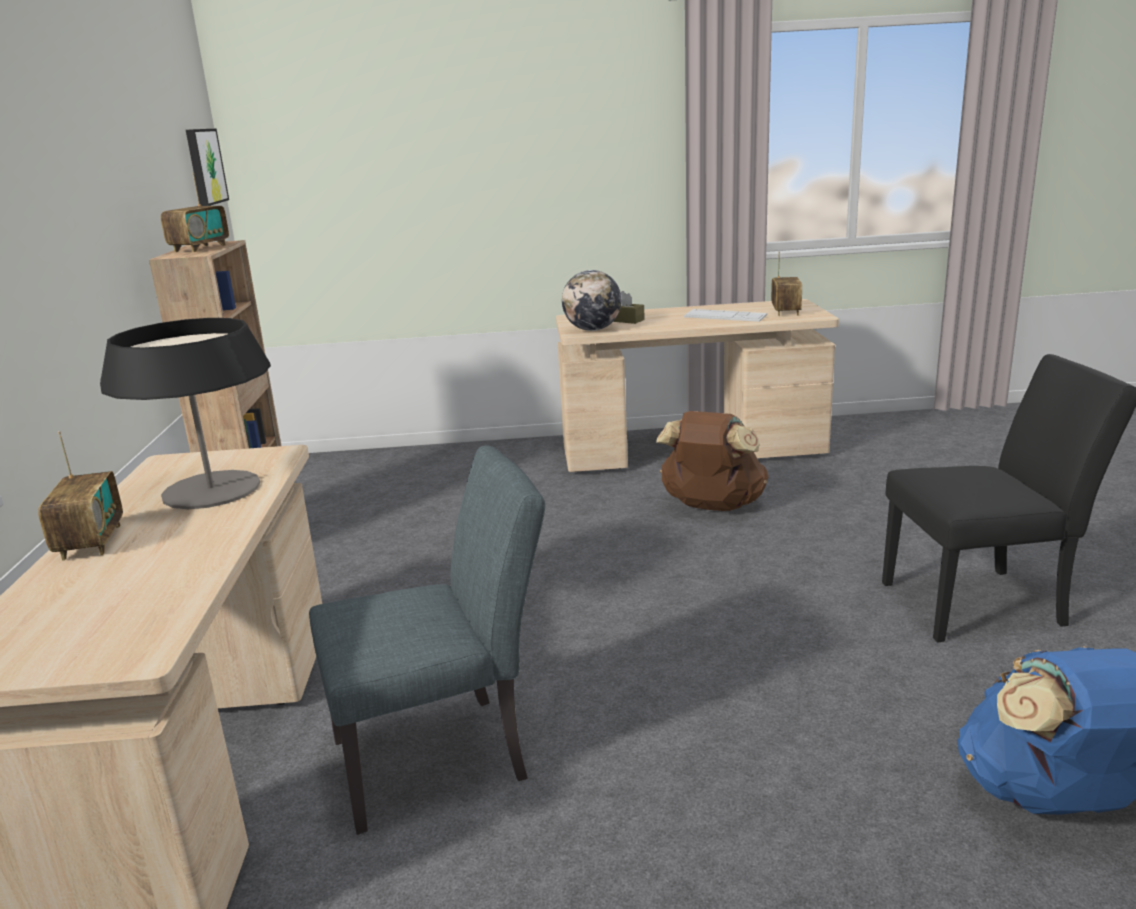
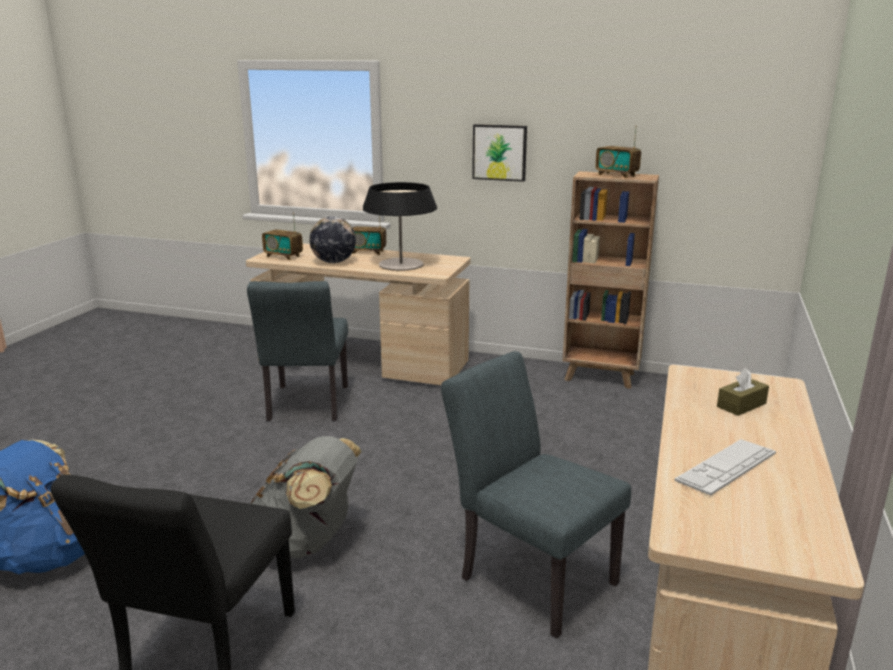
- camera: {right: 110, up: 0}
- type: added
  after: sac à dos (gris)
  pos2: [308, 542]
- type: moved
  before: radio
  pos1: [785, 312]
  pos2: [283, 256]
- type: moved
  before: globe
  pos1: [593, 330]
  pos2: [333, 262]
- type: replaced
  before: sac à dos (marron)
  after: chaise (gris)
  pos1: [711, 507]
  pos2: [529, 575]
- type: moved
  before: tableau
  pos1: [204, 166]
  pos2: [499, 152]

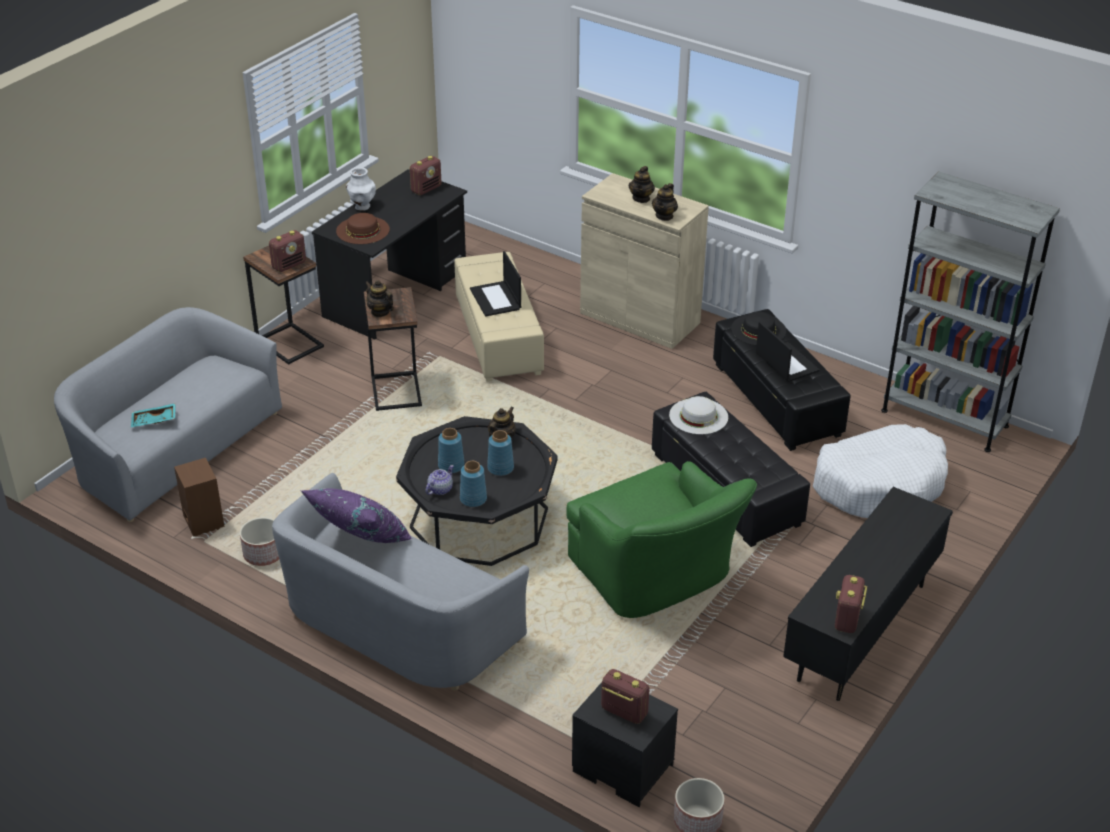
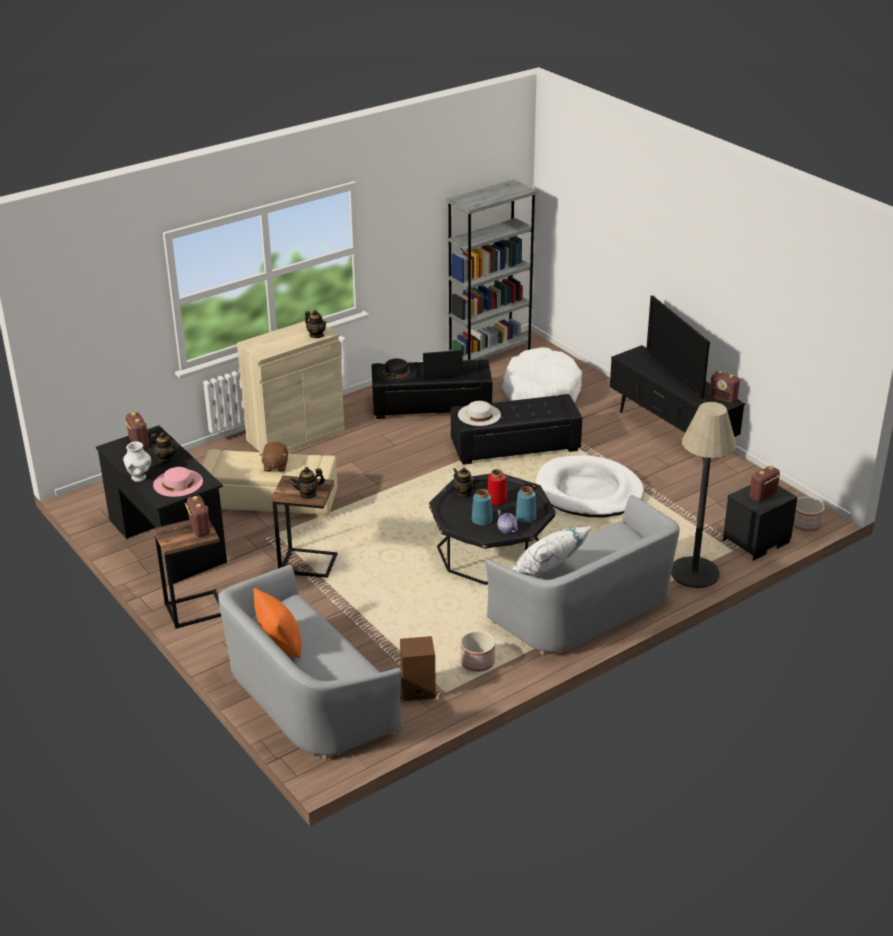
- camera: {right: -70, up: -5}
- type: moved
  before: théière
  pos1: [641, 198]
  pos2: [165, 459]
- type: recoloured
  before: chapeau (marron)
  after: chapeau (rose)
  pos1: [362, 230]
  pos2: [178, 483]
- type: added
  after: coussin (orange)
  pos2: [280, 643]
- type: replaced
  before: ordinateur portable
  after: peluche (marron)
  pos1: [496, 299]
  pos2: [275, 466]
- type: recoloured
  before: vase (bleu)
  after: vase (rouge)
  pos1: [500, 468]
  pos2: [496, 500]
- type: recoloured
  before: coussin (violet)
  after: coussin (blanc)
  pos1: [359, 541]
  pos2: [549, 573]
- type: replaced
  before: fauteuil (vert)
  after: panier pour chien (blanc)
  pos1: [656, 577]
  pos2: [589, 492]
- type: added
  after: téléviseur
  pos2: [675, 378]
- type: added
  after: lampadaire
  pos2: [694, 573]
- type: removed
  before: plateau (turquoise)
  pos1: [154, 421]

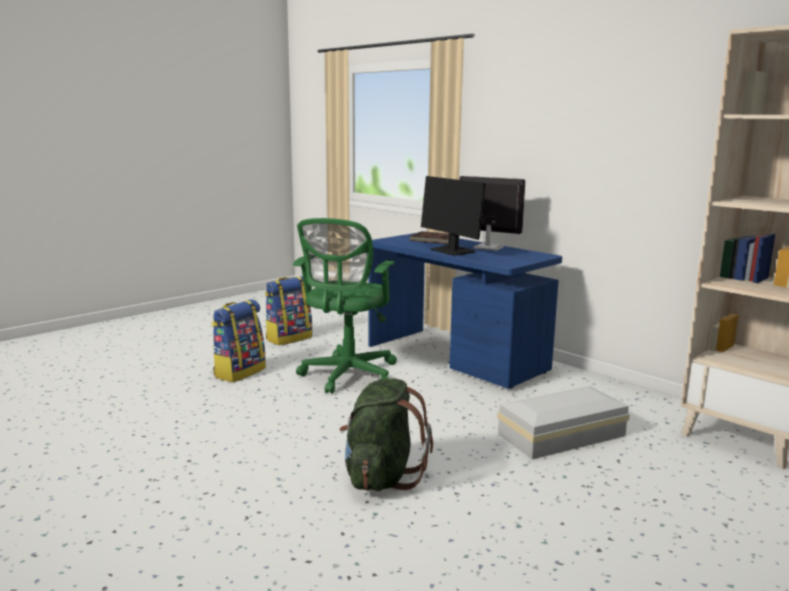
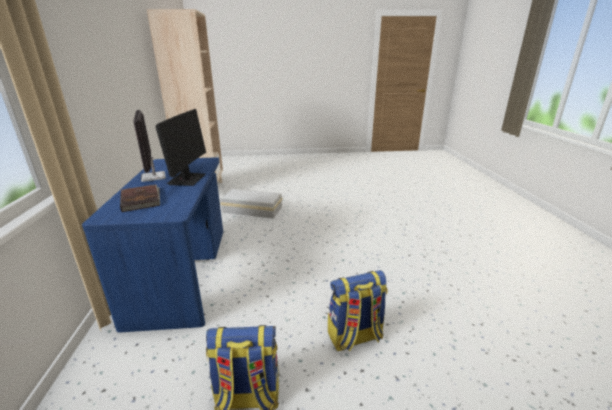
- camera: {right: -140, up: 10}
- type: removed
  before: chaise de bureau (vert)
  pos1: [347, 376]
- type: removed
  before: sac à dos (vert)
  pos1: [381, 477]

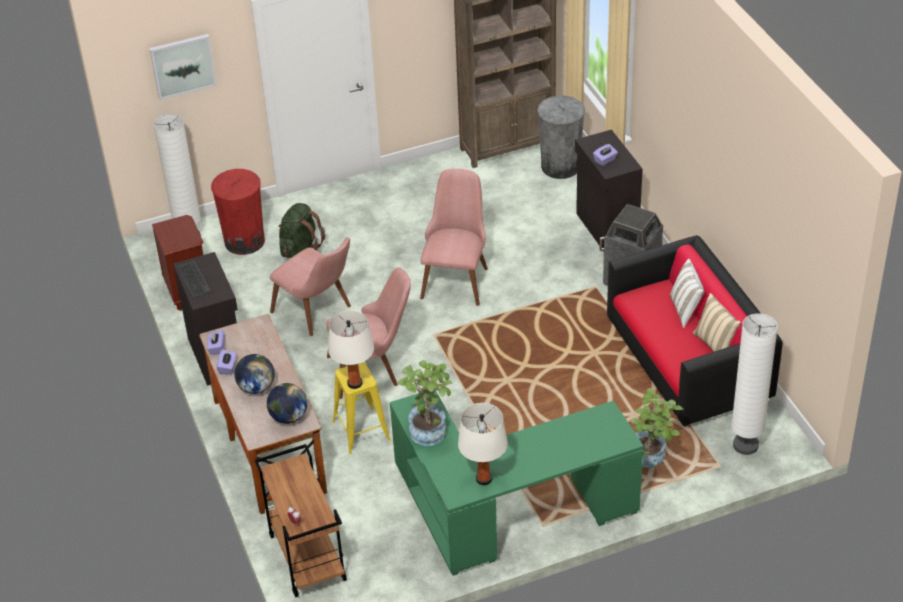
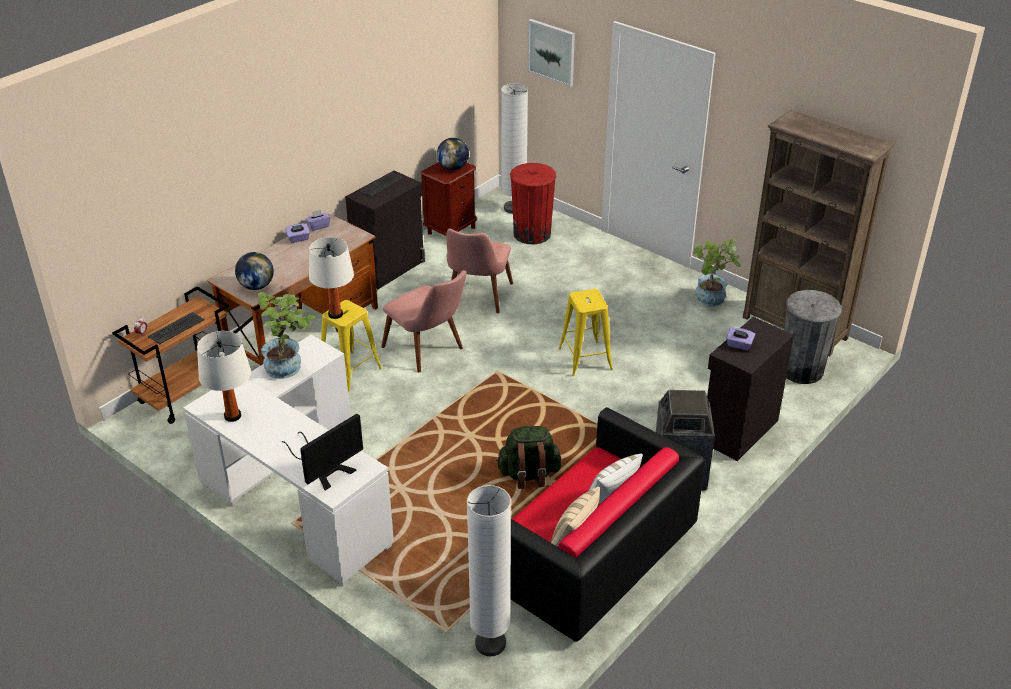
- camera: {right: 60, up: -5}
- type: added
  after: clavier
  pos2: [176, 328]
- type: recoloured
  before: bureau (vert)
  after: bureau (blanc)
  pos1: [506, 513]
  pos2: [296, 492]
- type: added
  after: écran d'ordinateur
  pos2: [325, 468]
- type: moved
  before: globe
  pos1: [256, 387]
  pos2: [453, 168]
- type: moved
  before: sac à dos (vert)
  pos1: [300, 248]
  pos2: [529, 475]
- type: replaced
  before: chaise (rose)
  after: tabouret (jaune)
  pos1: [456, 276]
  pos2: [585, 358]
- type: moved
  before: plante en pot
  pos1: [652, 459]
  pos2: [710, 301]

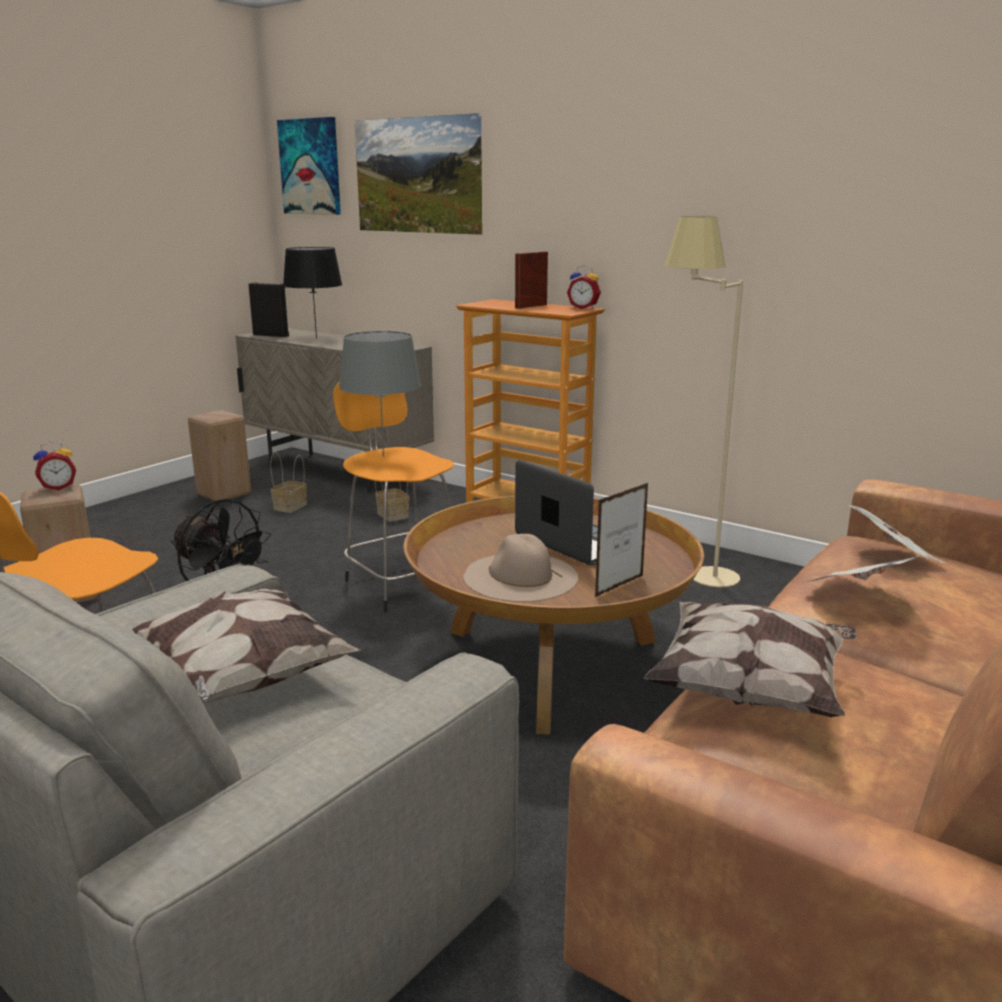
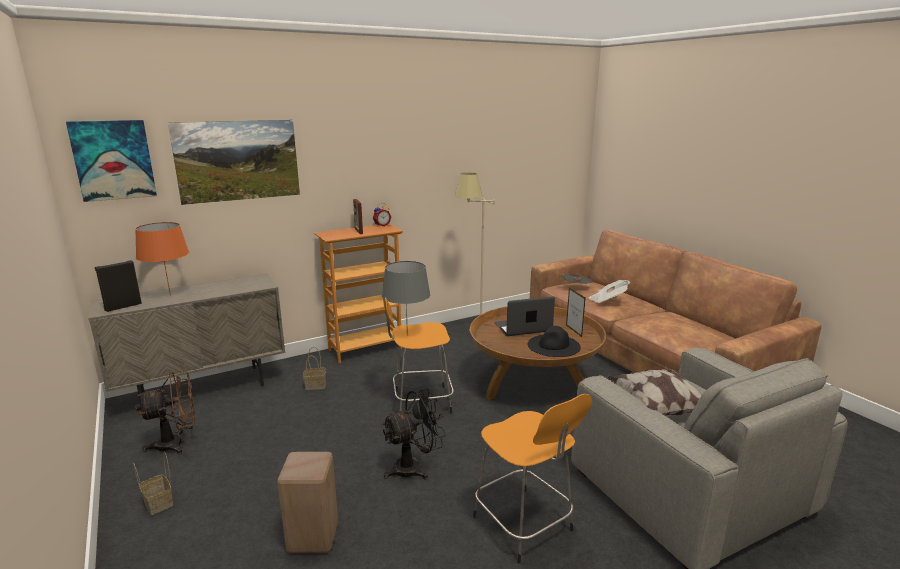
- camera: {right: -65, up: 0}
- type: moved
  before: panier
  pos1: [290, 507]
  pos2: [159, 503]
- type: recoloured
  before: lampe de table (noir)
  after: lampe de table (orange)
  pos1: [316, 338]
  pos2: [170, 295]
- type: replaced
  before: tabouret (beige)
  after: ventilateur (marron)
  pos1: [224, 494]
  pos2: [177, 443]
- type: recoloured
  before: chapeau (beige)
  after: chapeau (noir)
  pos1: [520, 576]
  pos2: [553, 345]
- type: removed
  before: réveil
  pos1: [58, 487]
- type: removed
  before: coussin
  pos1: [751, 690]

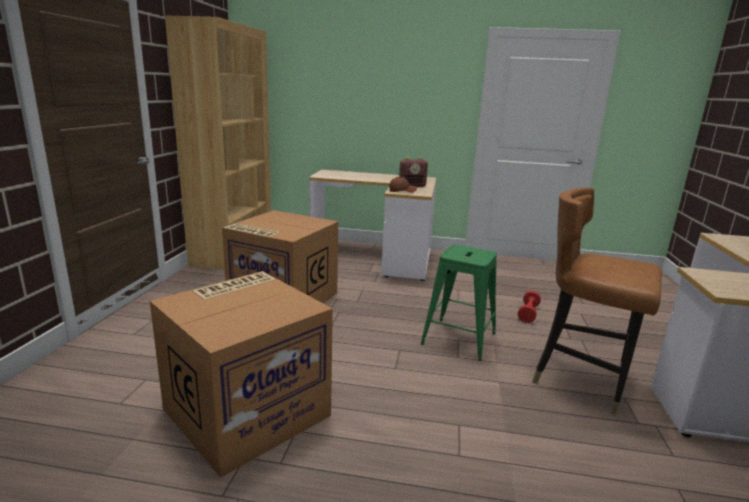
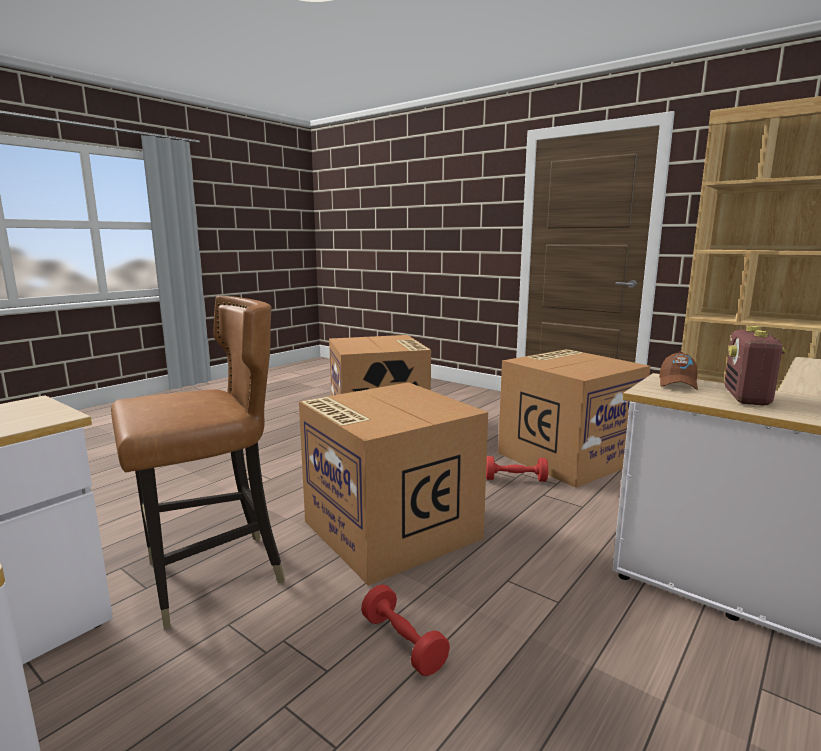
- camera: {right: 120, up: -5}
- type: replaced
  before: tabouret (vert)
  after: carton
  pos1: [459, 338]
  pos2: [388, 529]
- type: added
  after: haltère (rouge)
  pos2: [515, 479]

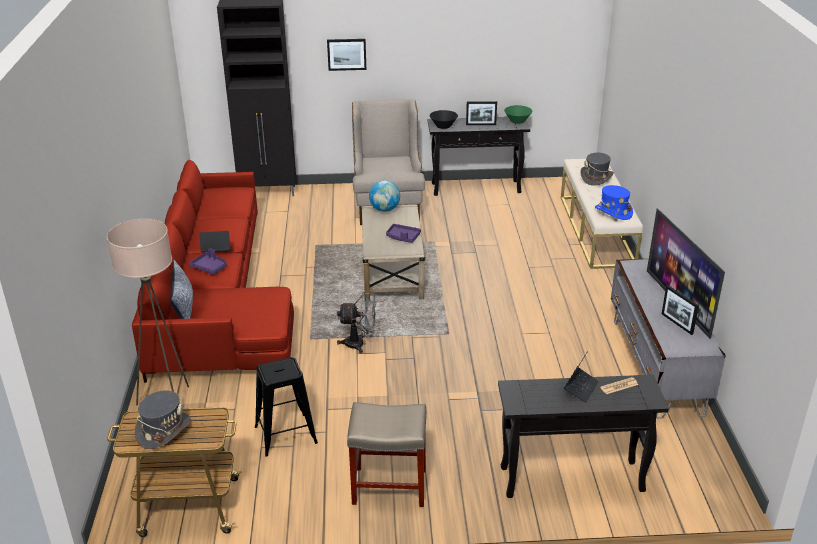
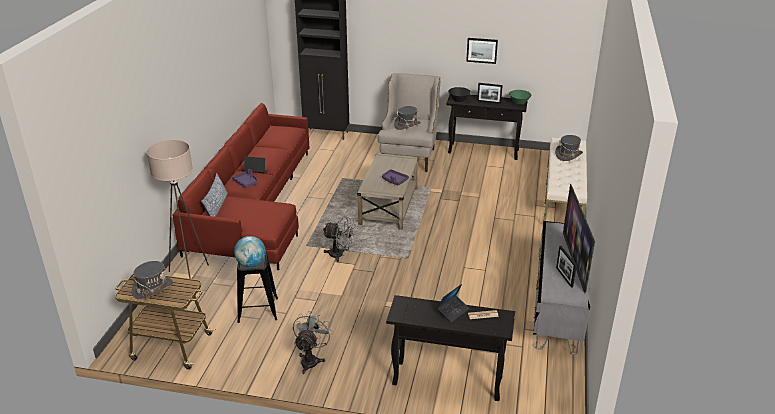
- camera: {right: 15, up: 0}
- type: moved
  before: globe
  pos1: [384, 209]
  pos2: [251, 264]
- type: replaced
  before: tabouret (beige)
  after: ventilateur (gris)
  pos1: [388, 486]
  pos2: [311, 359]
- type: added
  after: chapeau (gris)
  pos2: [407, 125]
- type: moved
  before: tableau
  pos1: [346, 54]
  pos2: [482, 50]
- type: removed
  before: chapeau (bleu)
  pos1: [613, 212]

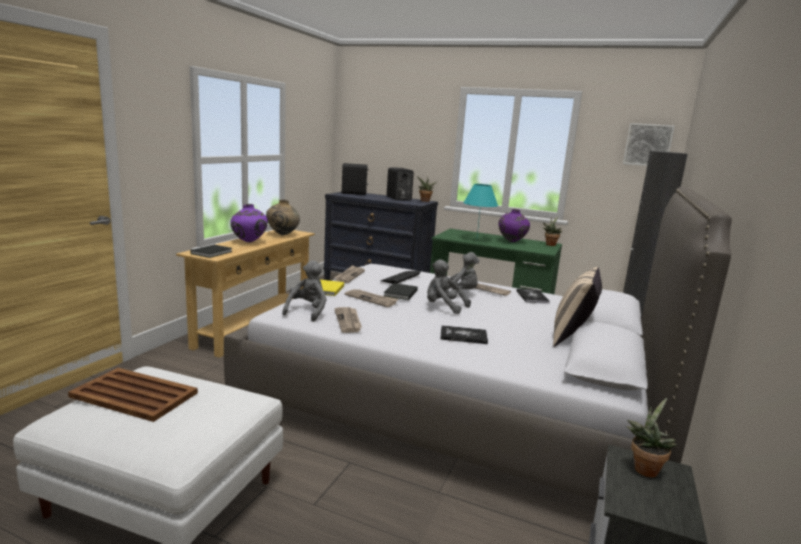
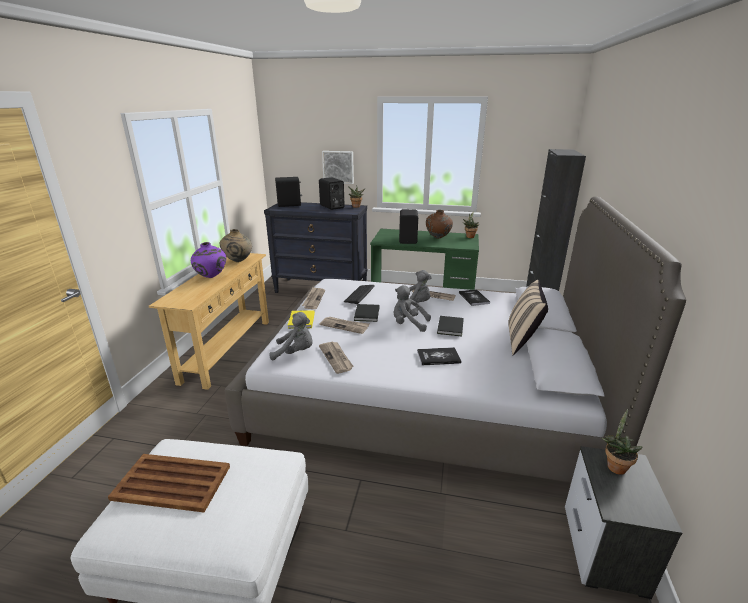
- camera: {right: -10, up: 10}
- type: turned
  before: peluche (gris)
  pos1: [307, 311]
  pos2: [295, 352]
  turn: 90
- type: moved
  before: tableau
  pos1: [647, 145]
  pos2: [338, 167]
- type: replaced
  before: lampe de table (turquoise)
  after: enceinte (noir)
  pos1: [476, 239]
  pos2: [408, 240]
- type: recoloured
  before: vase (violet)
  after: vase (marron)
  pos1: [512, 242]
  pos2: [438, 238]
- type: moved
  before: livre (noir)
  pos1: [213, 252]
  pos2: [451, 327]

